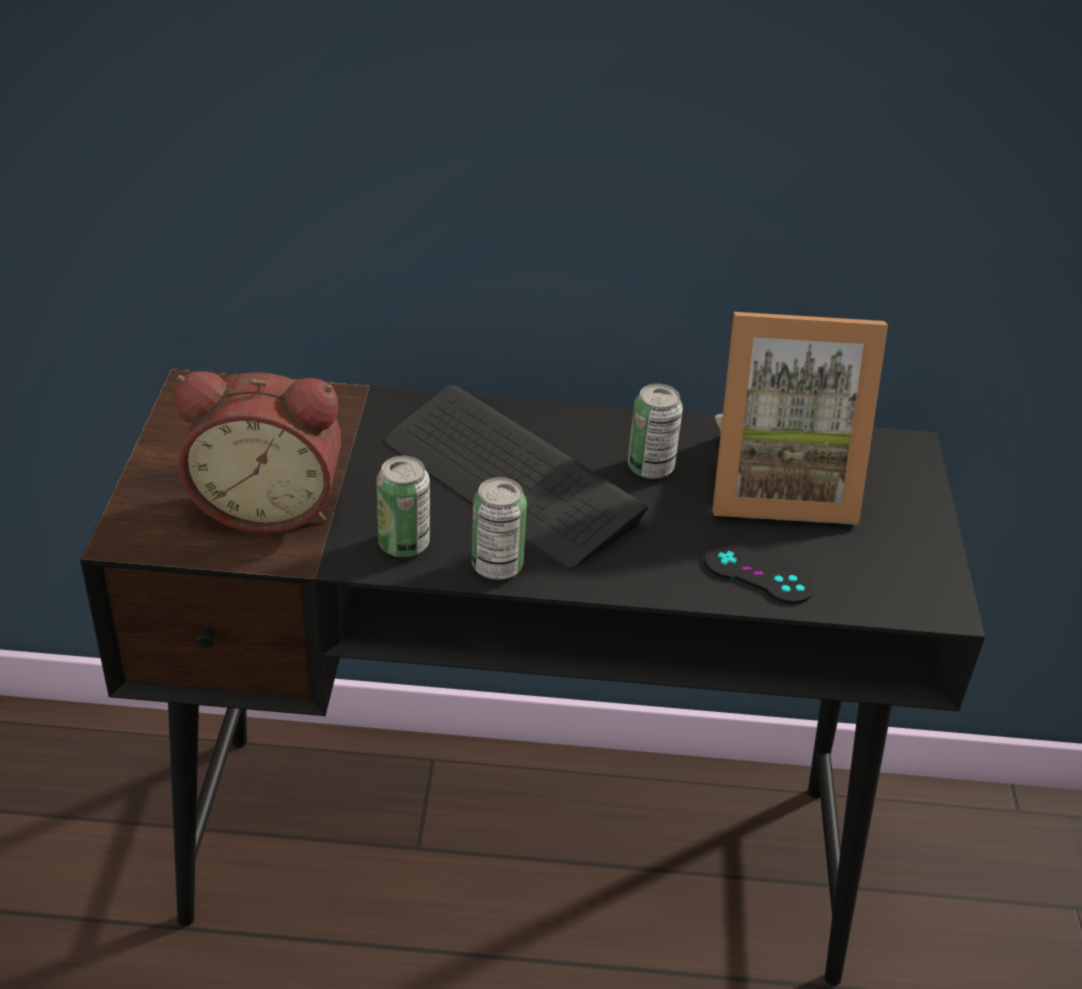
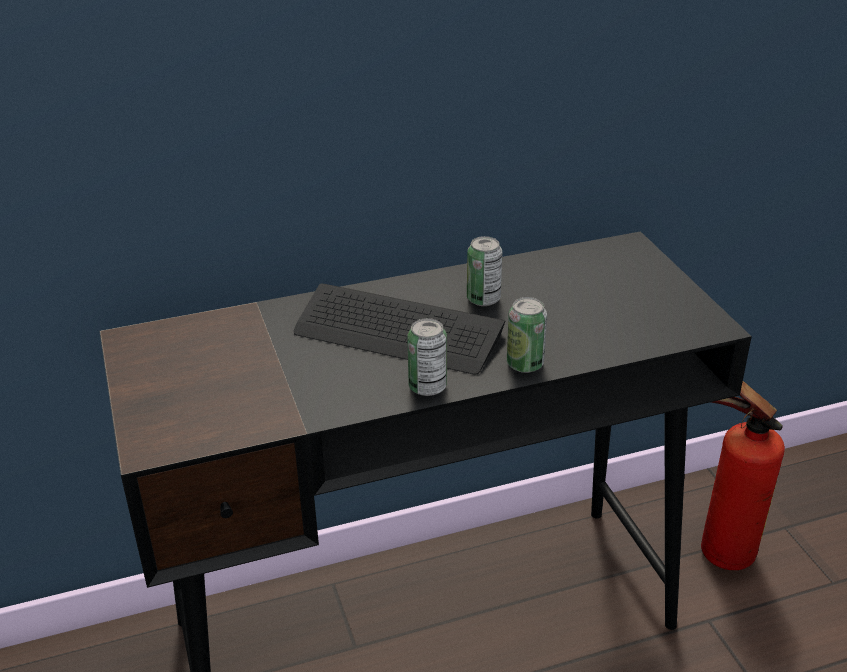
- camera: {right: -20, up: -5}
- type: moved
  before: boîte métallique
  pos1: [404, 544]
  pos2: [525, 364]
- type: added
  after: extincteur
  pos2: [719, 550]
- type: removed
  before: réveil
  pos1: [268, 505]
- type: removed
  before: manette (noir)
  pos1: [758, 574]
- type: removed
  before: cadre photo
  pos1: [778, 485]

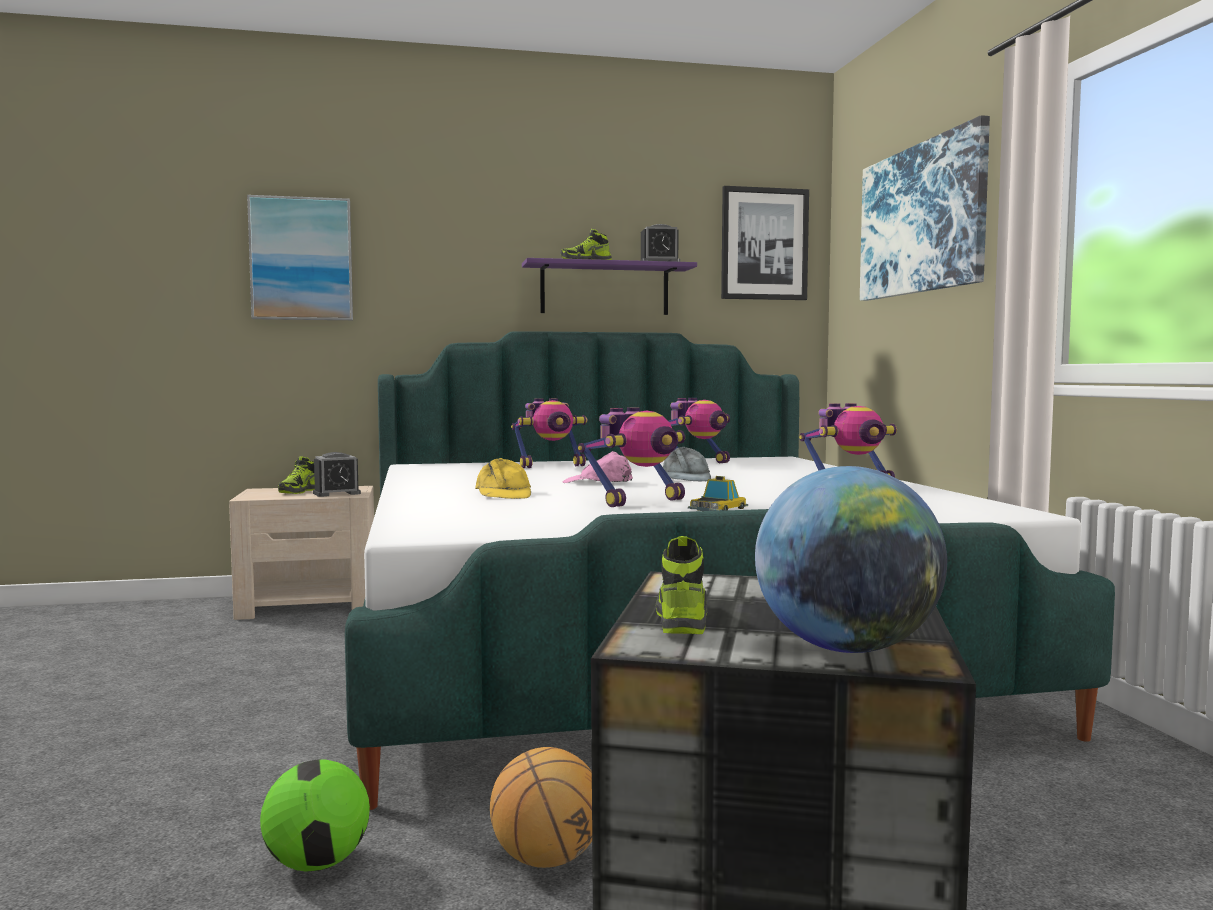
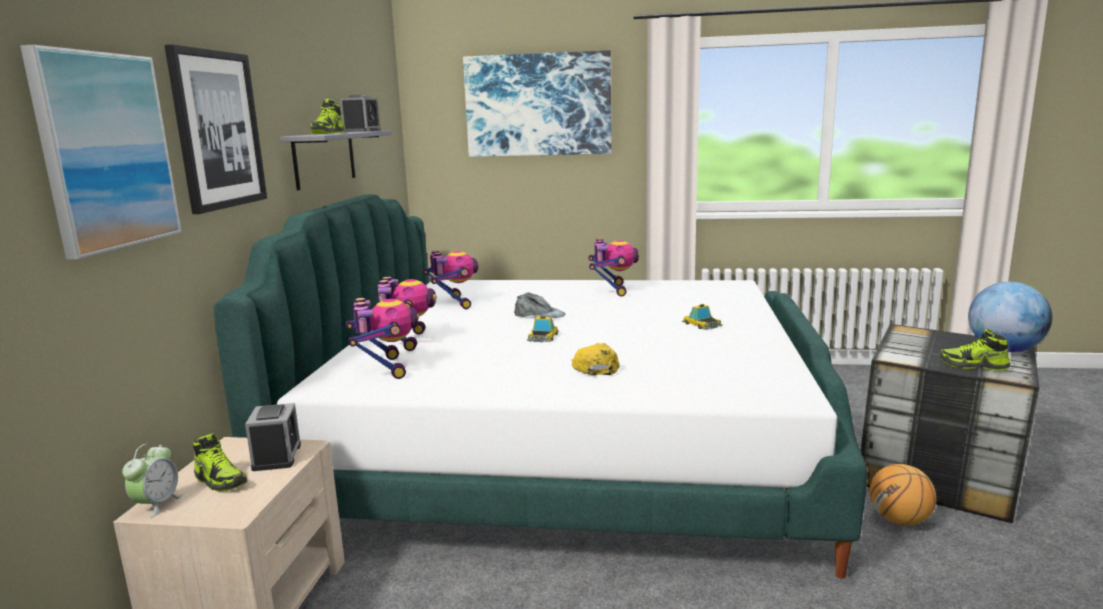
- camera: {right: -70, up: 10}
- type: added
  after: réveil
  pos2: [157, 505]
- type: moved
  before: tableau
  pos1: [764, 244]
  pos2: [218, 130]
- type: recoloured
  before: étagère (violet)
  after: étagère (gris)
  pos1: [604, 289]
  pos2: [325, 158]
- type: moved
  before: robot jouet
  pos1: [638, 501]
  pos2: [385, 368]
- type: replaced
  before: casquette (rose)
  after: petite voiture
  pos1: [597, 482]
  pos2: [543, 337]
- type: turned
  before: casquette (jaune)
  pos1: [503, 494]
  pos2: [594, 366]
  turn: -105
- type: removed
  before: ballon de foot
  pos1: [317, 863]

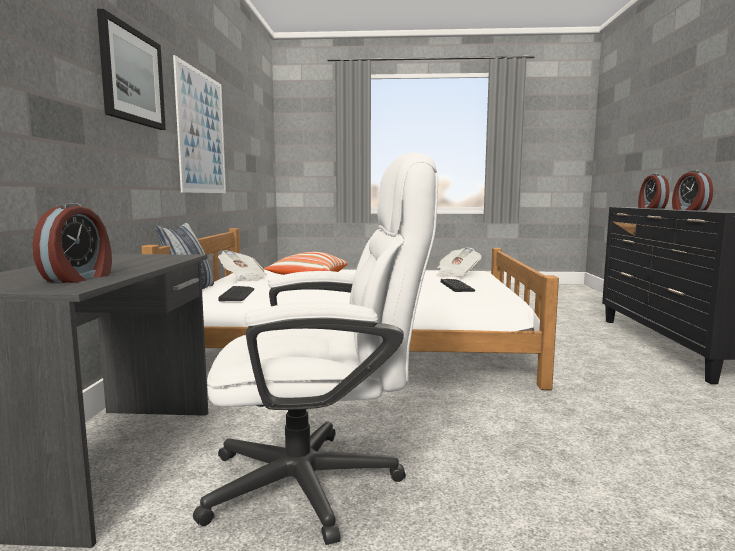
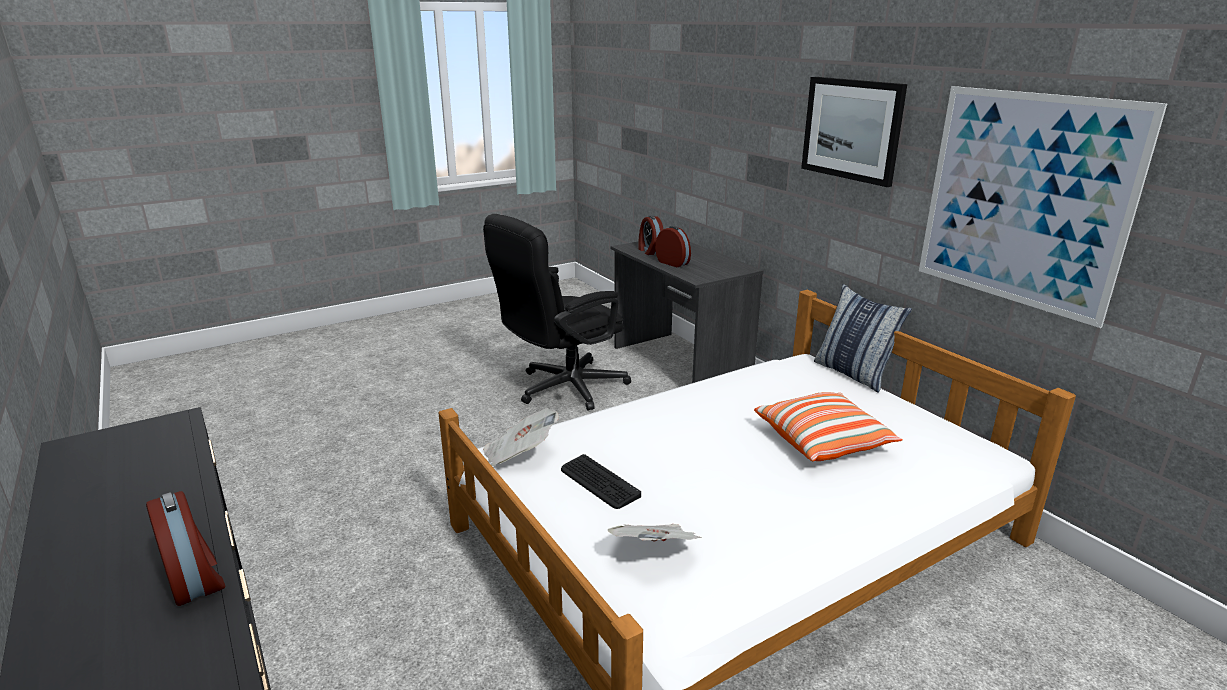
- camera: {right: 145, up: 15}
- type: recoloured
  before: chaise de bureau (blanc)
  after: chaise de bureau (noir)
  pos1: [322, 483]
  pos2: [562, 389]
- type: moved
  before: journal
  pos1: [243, 278]
  pos2: [519, 454]
- type: moved
  before: réveil
  pos1: [689, 209]
  pos2: [673, 263]
- type: removed
  before: clavier
  pos1: [237, 294]

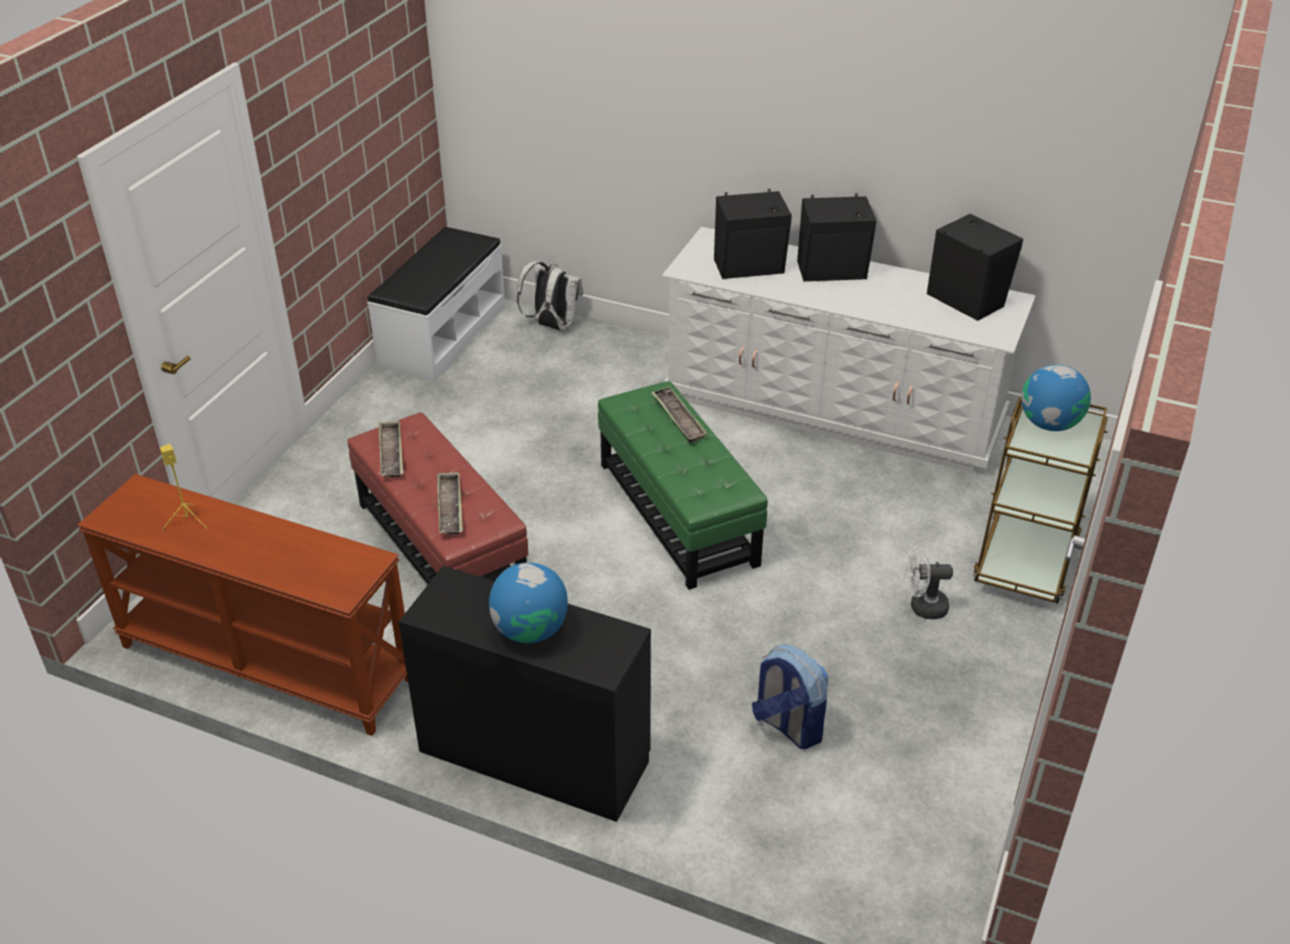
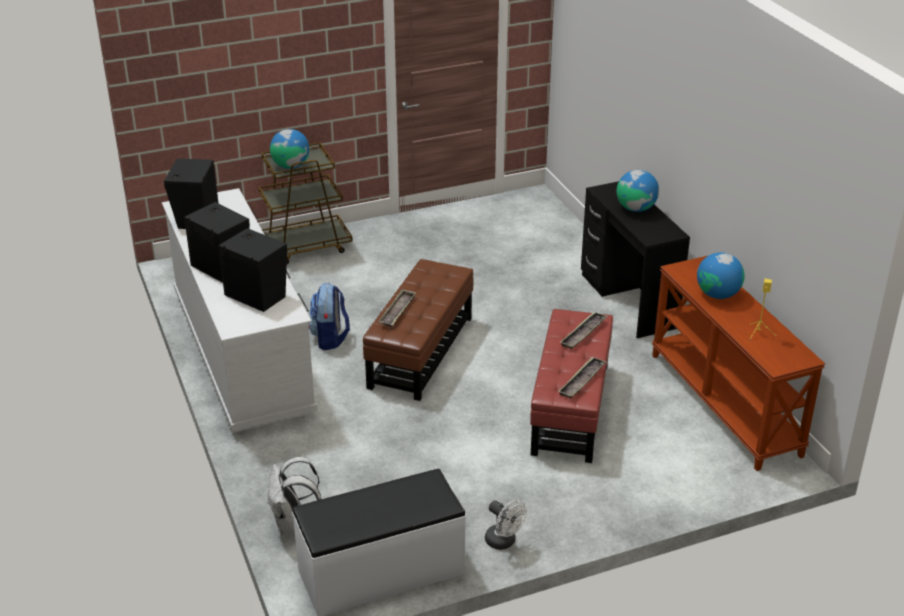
- camera: {right: -135, up: -5}
- type: moved
  before: sac à dos
  pos1: [787, 726]
  pos2: [330, 338]
- type: recoloured
  before: pouf (vert)
  after: pouf (marron)
  pos1: [676, 513]
  pos2: [421, 352]
- type: moved
  before: ventilateur (blanc)
  pos1: [922, 607]
  pos2: [504, 542]
- type: added
  after: globe
  pos2: [718, 294]

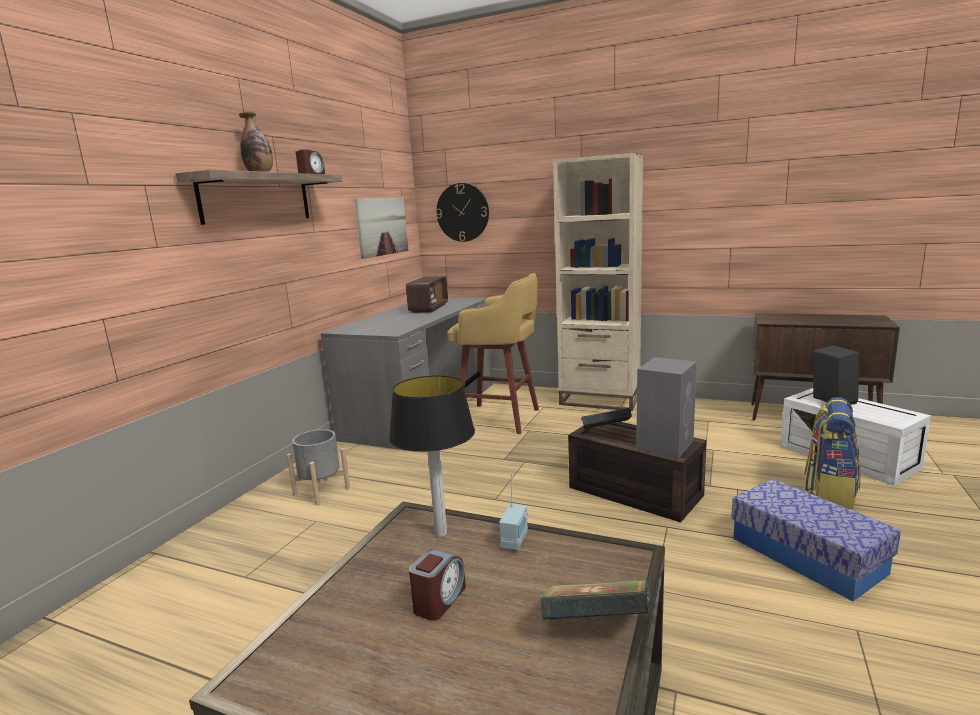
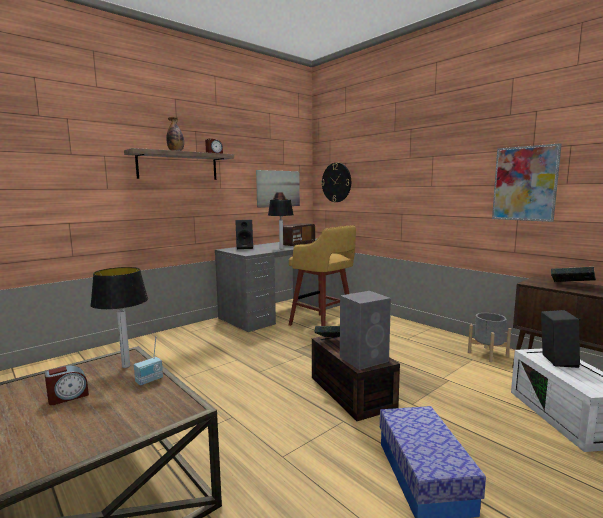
- camera: {right: 25, up: -5}
- type: added
  after: enceinte (noir)
  pos2: [245, 248]
- type: added
  after: lampe de table
  pos2: [281, 248]
- type: moved
  before: cache-pot (gris)
  pos1: [321, 491]
  pos2: [487, 354]
- type: added
  after: tableau
  pos2: [525, 183]
- type: moved
  before: livre
  pos1: [596, 628]
  pos2: [571, 285]
- type: removed
  before: bibliothèque (beige)
  pos1: [600, 399]
- type: removed
  before: sac à dos
  pos1: [829, 492]

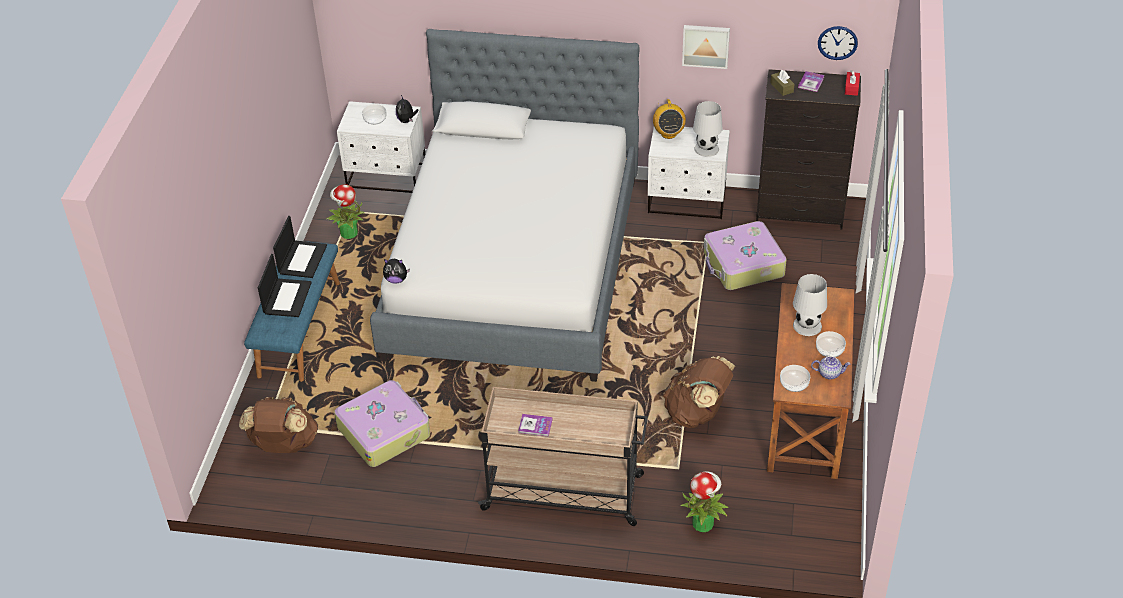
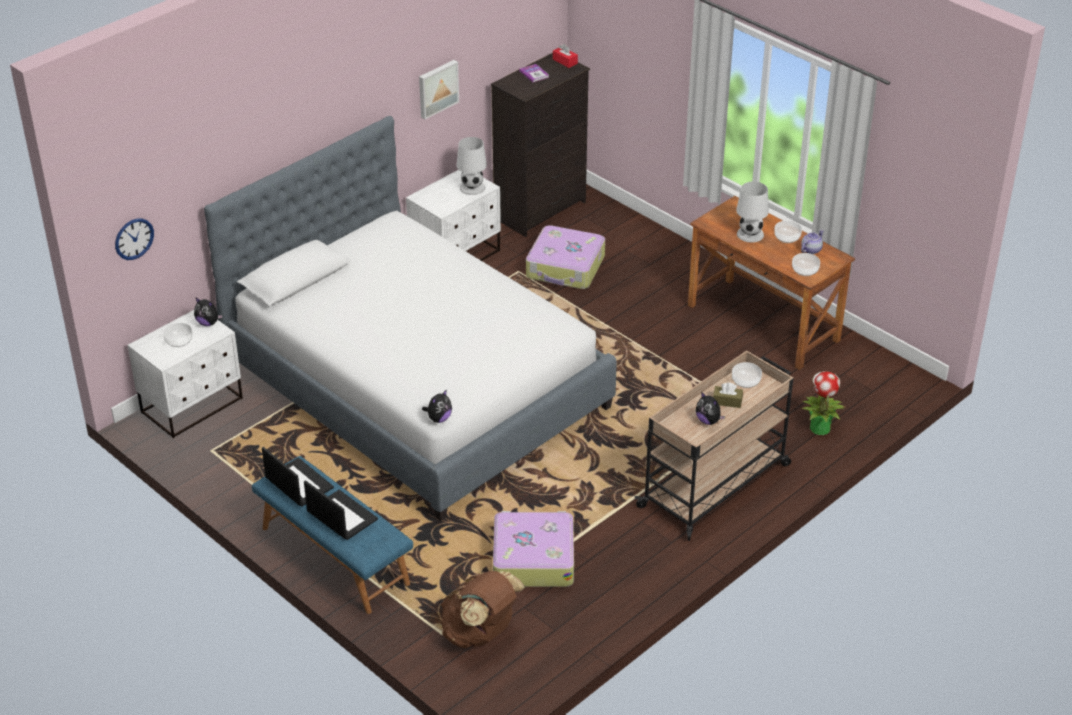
- camera: {right: -55, up: -5}
- type: moved
  before: horloge murale
  pos1: [837, 42]
  pos2: [134, 239]
- type: replaced
  before: livre
  after: peluche
  pos1: [535, 426]
  pos2: [708, 421]
- type: moved
  before: boîte à mouchoirs (marron)
  pos1: [781, 87]
  pos2: [727, 401]
- type: added
  after: bol
  pos2: [746, 381]
- type: removed
  before: plante en pot
  pos1: [348, 233]
- type: removed
  before: radio
  pos1: [668, 133]
- type: removed
  before: sac à dos (marron)
  pos1: [697, 413]

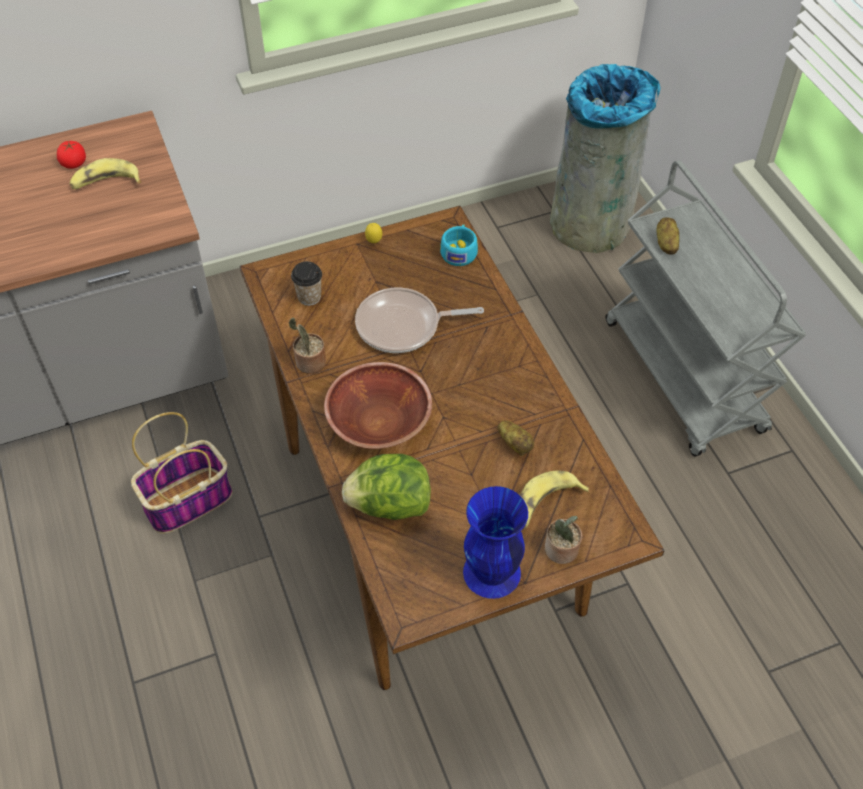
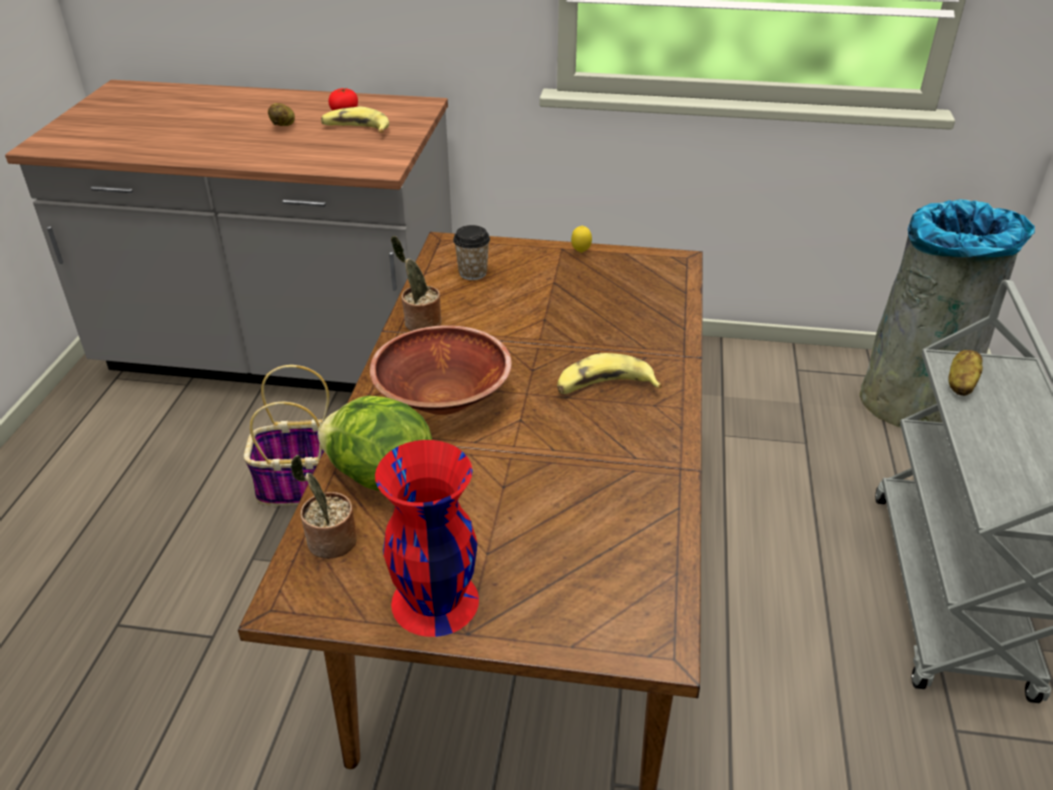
- camera: {right: 30, up: -15}
- type: moved
  before: pomme de terre
  pos1: [515, 444]
  pos2: [284, 125]
- type: moved
  before: plante en pot
  pos1: [562, 551]
  pos2: [329, 543]
- type: recoloured
  before: vase (bleu)
  after: vase (rouge)
  pos1: [491, 573]
  pos2: [433, 601]
- type: moved
  before: banane
  pos1: [545, 504]
  pos2: [604, 387]
- type: removed
  before: poêle
  pos1: [403, 326]
- type: removed
  before: tasse (turquoise)
  pos1: [459, 251]

